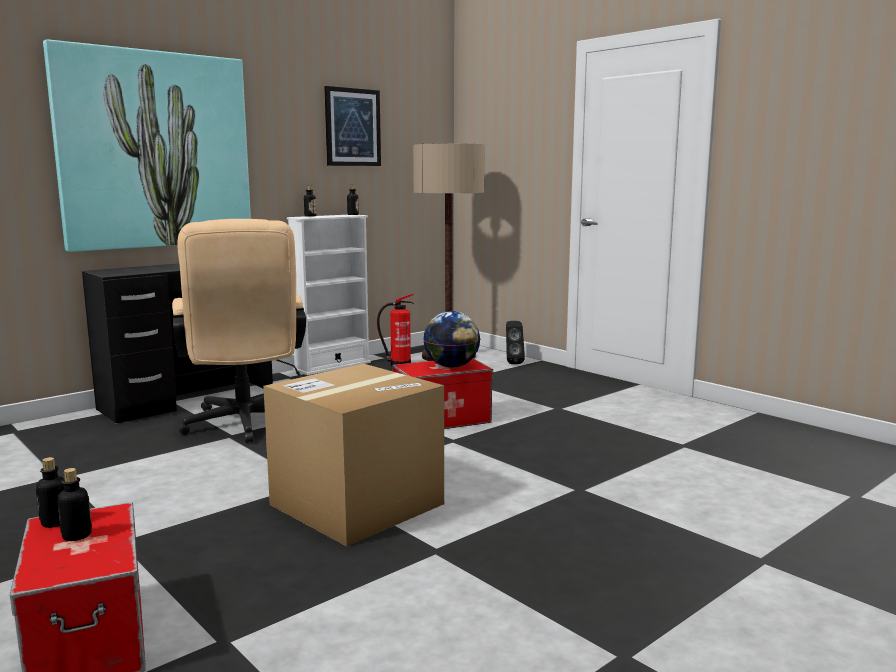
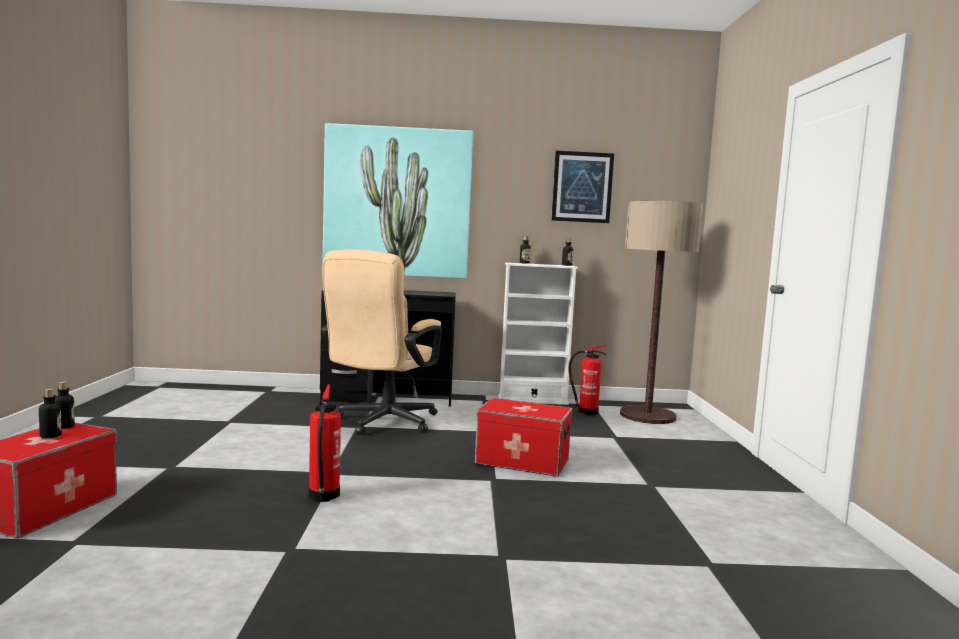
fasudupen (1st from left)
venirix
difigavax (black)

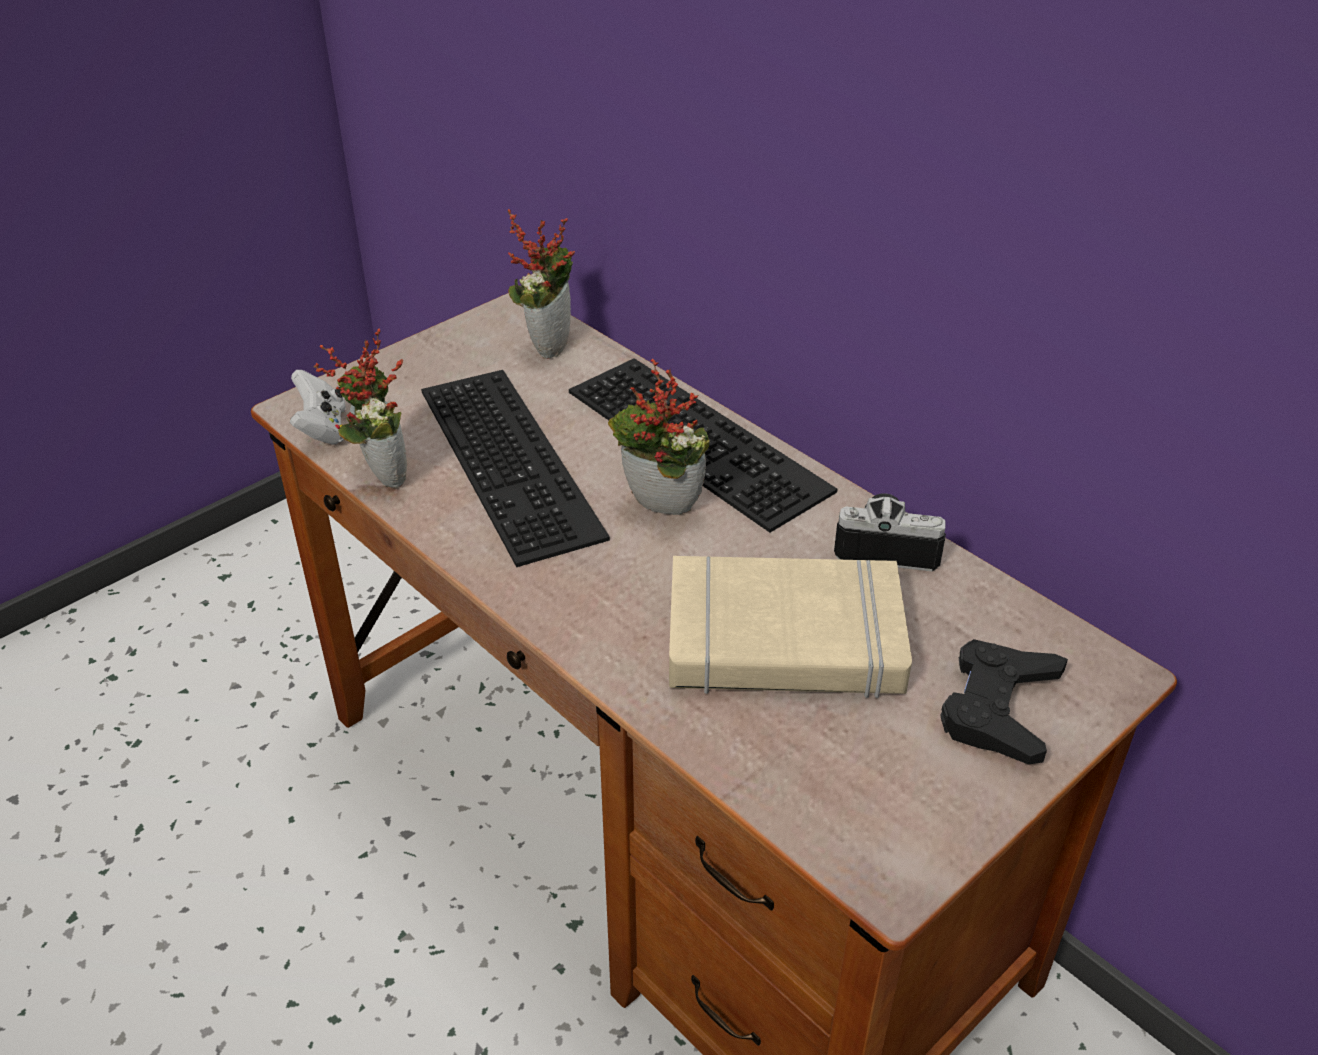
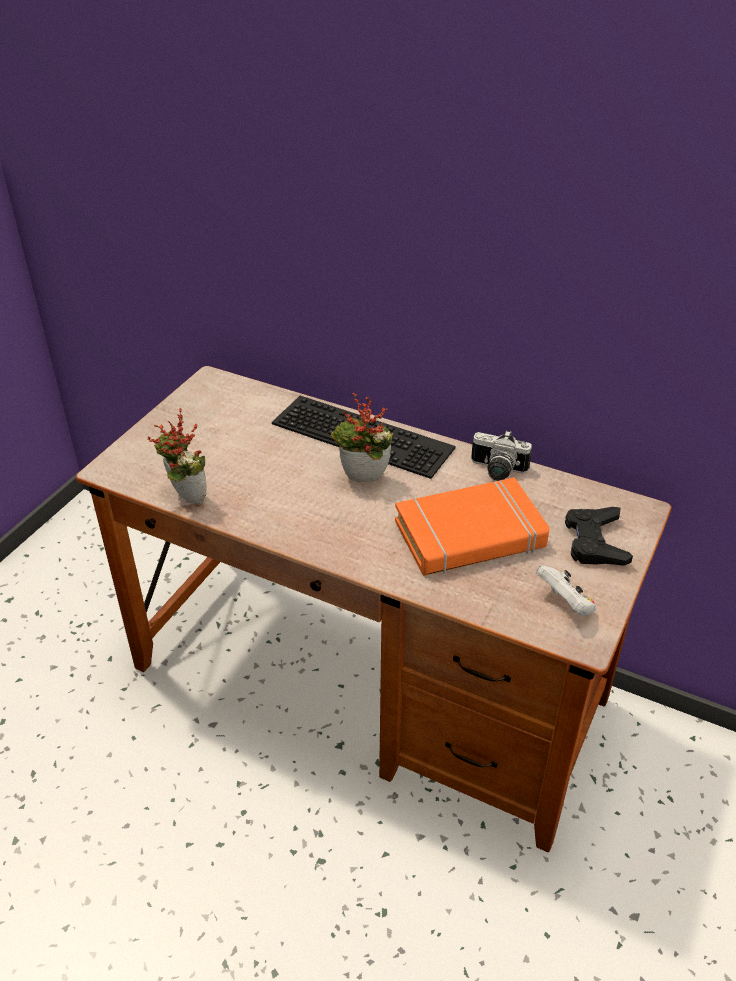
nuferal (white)
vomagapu (1st from left in the first image)
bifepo (2nd from left in the first image)
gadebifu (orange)
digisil

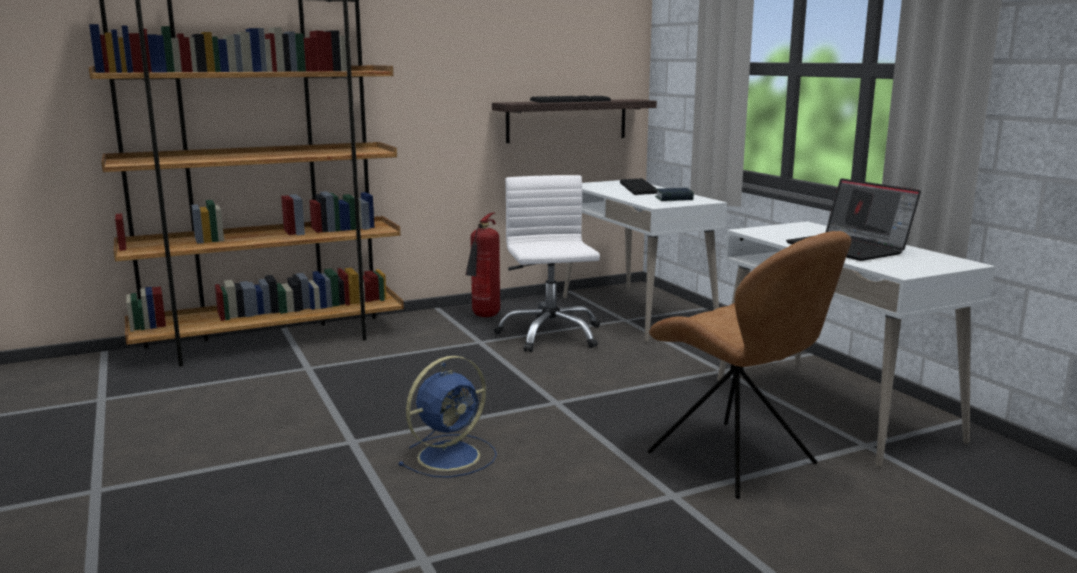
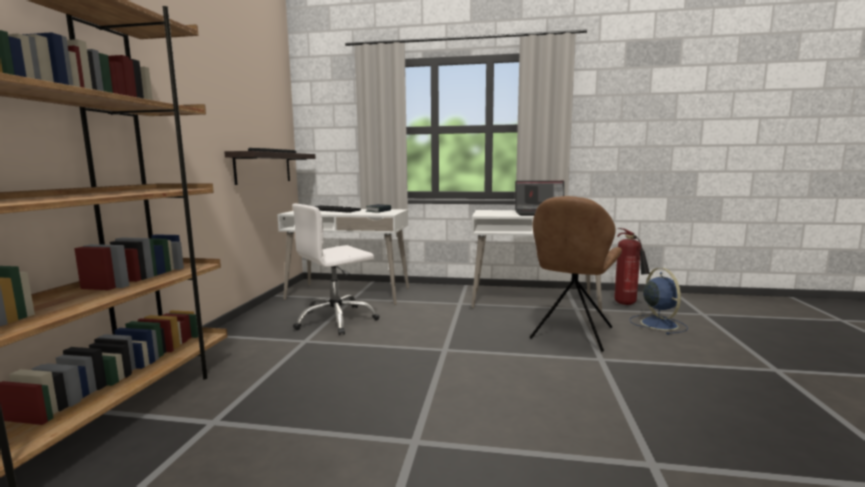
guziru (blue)
fasudupen
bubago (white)
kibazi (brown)

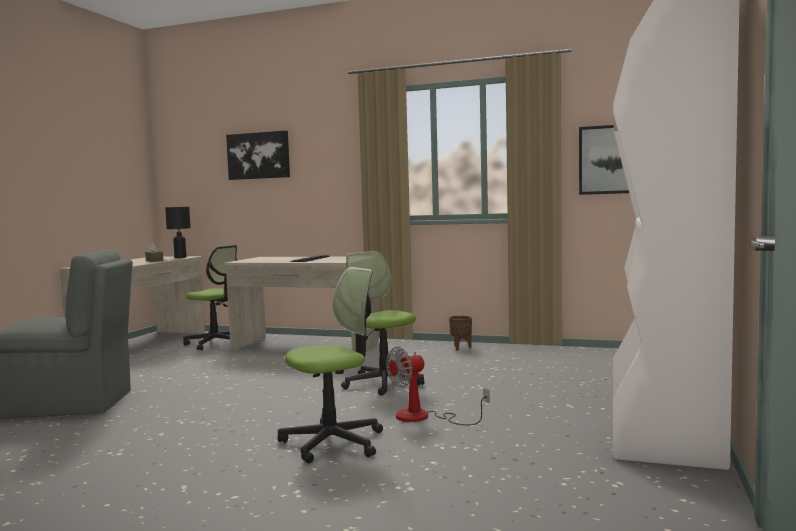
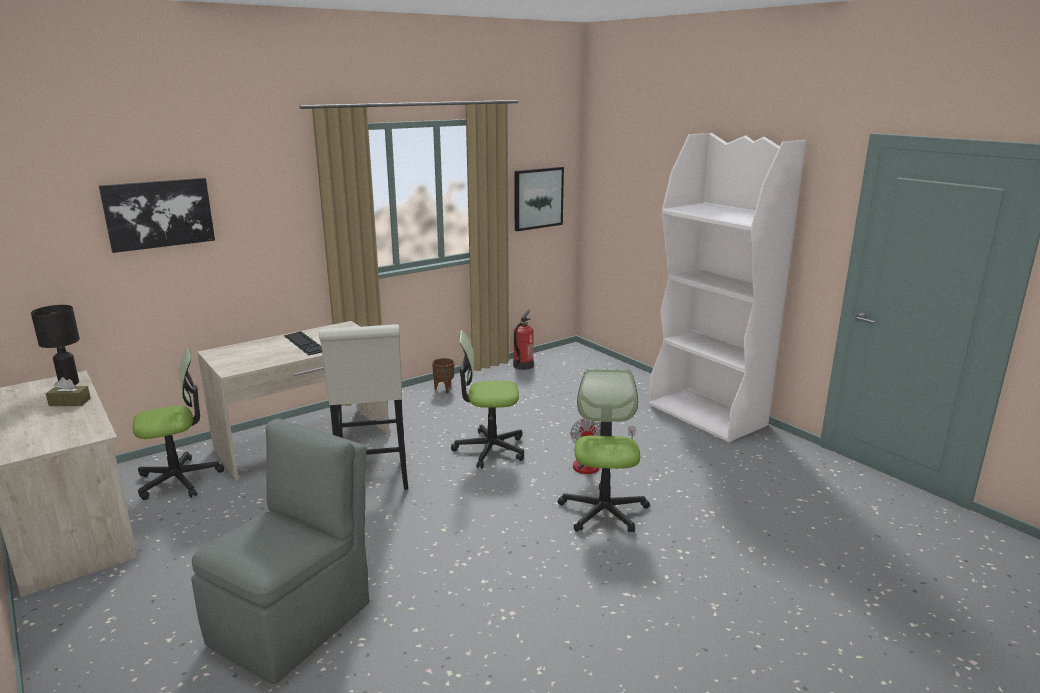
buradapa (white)
fasudupen

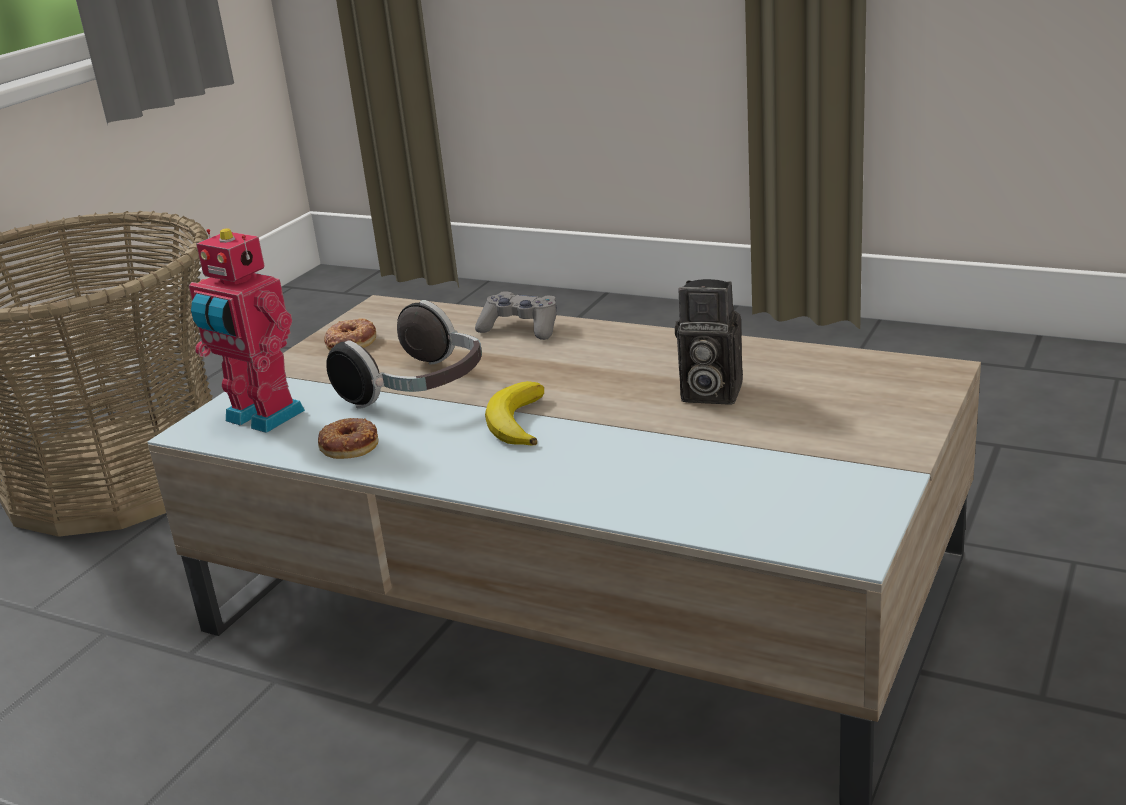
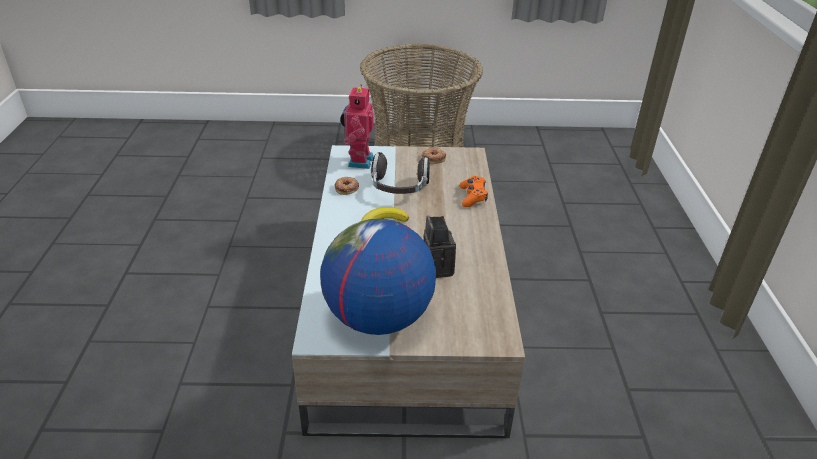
nuferal (orange)
venirix

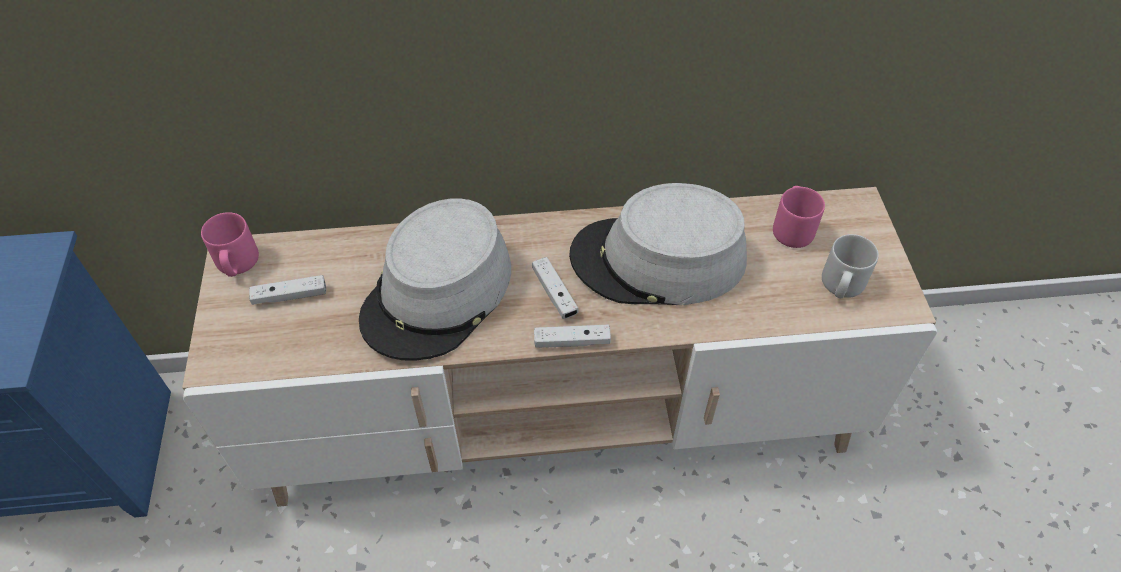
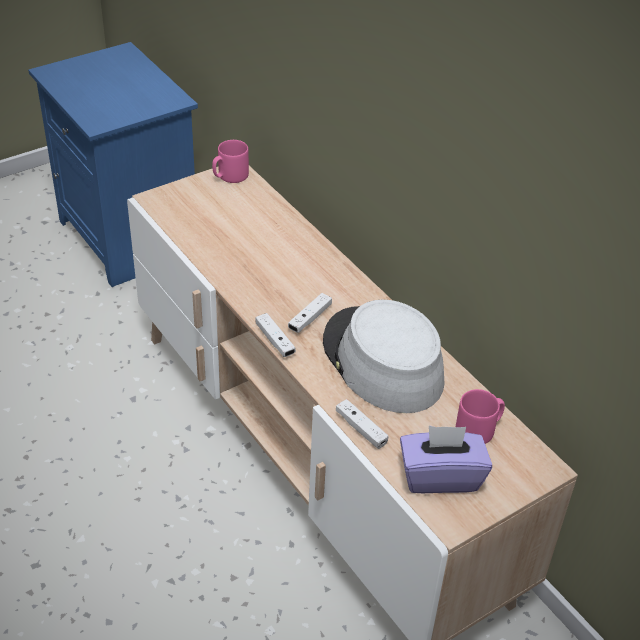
nuferal (white) (3rd from left)
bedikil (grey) (1st from left in the first image)
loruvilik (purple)

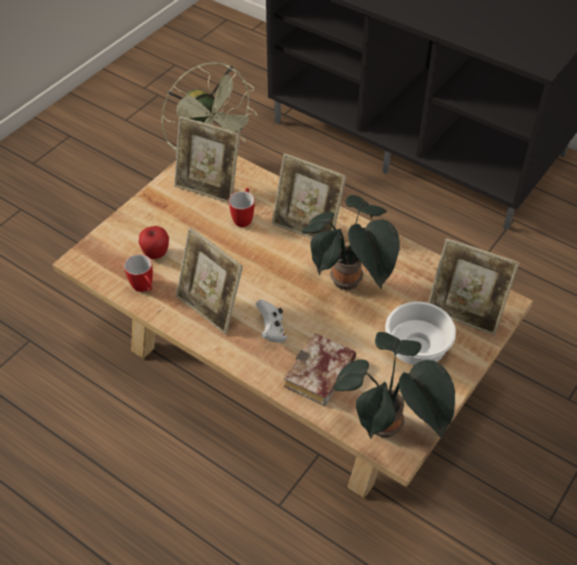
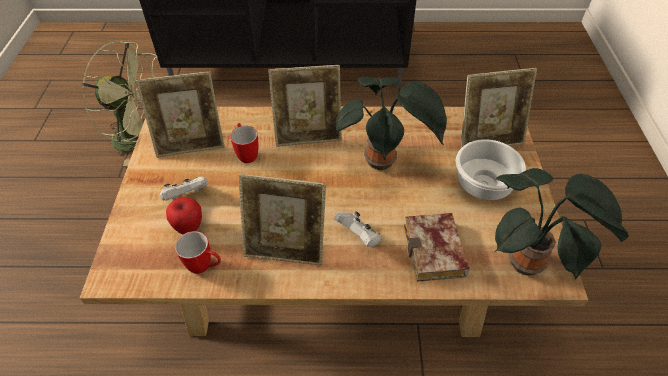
nuferal (white) (1st from left)

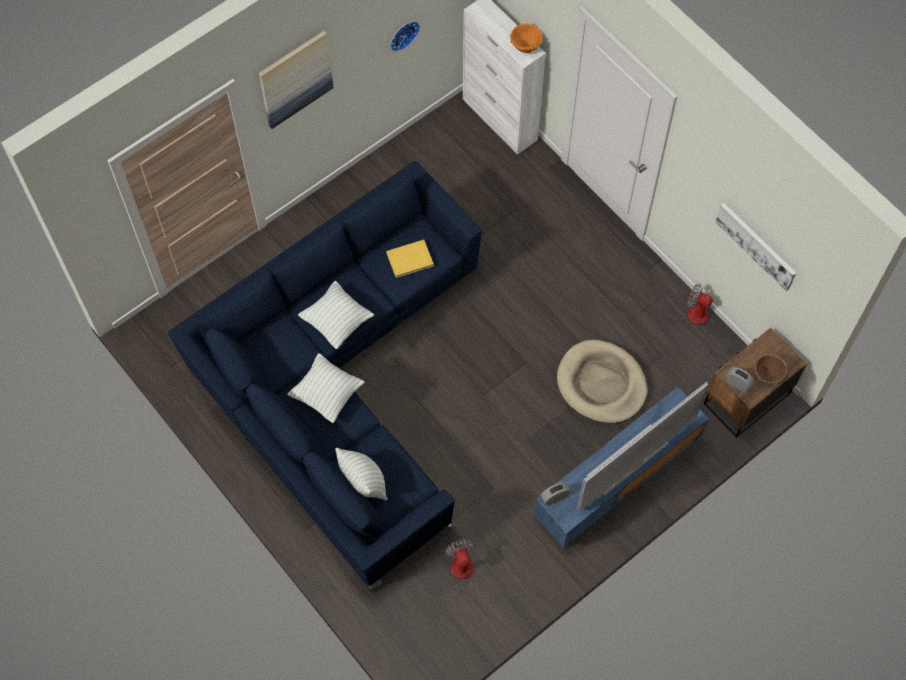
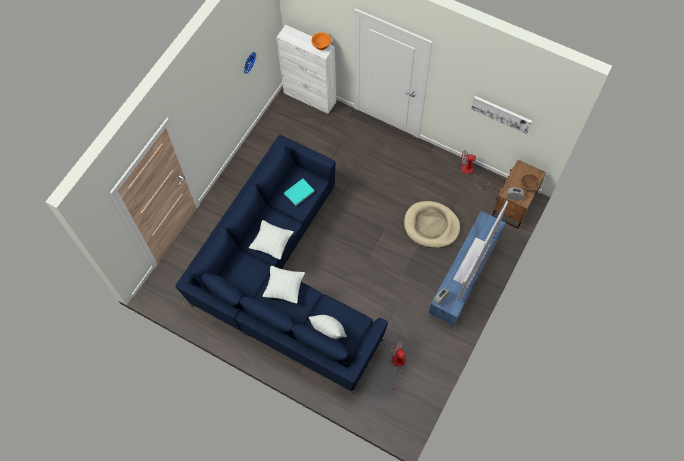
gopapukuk (1st from left in the first image)
gadebifu (turquoise)

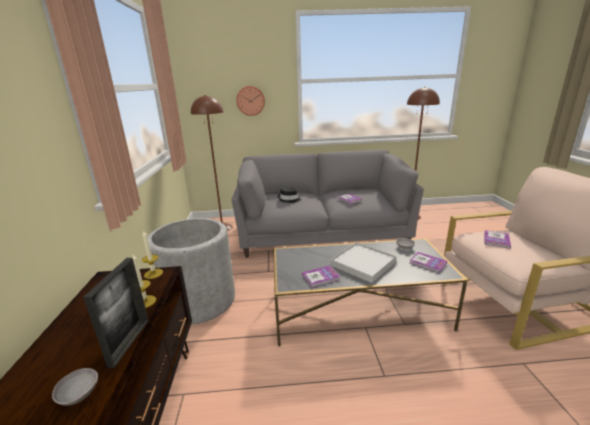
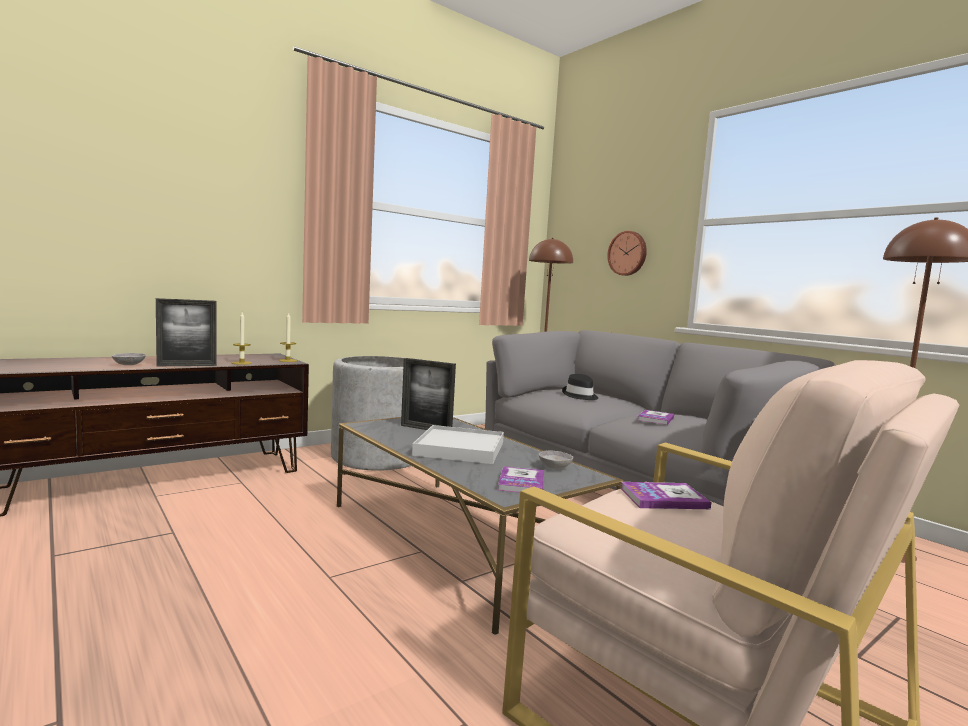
gadebifu (1st from left in the first image)
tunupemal (2nd from left)

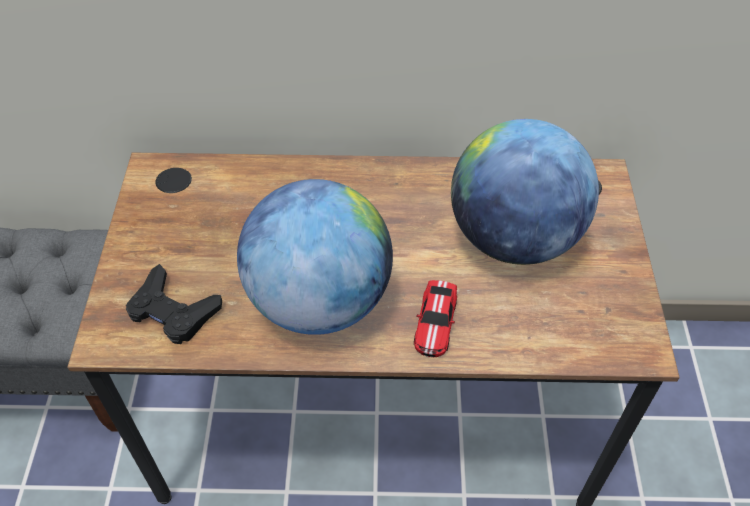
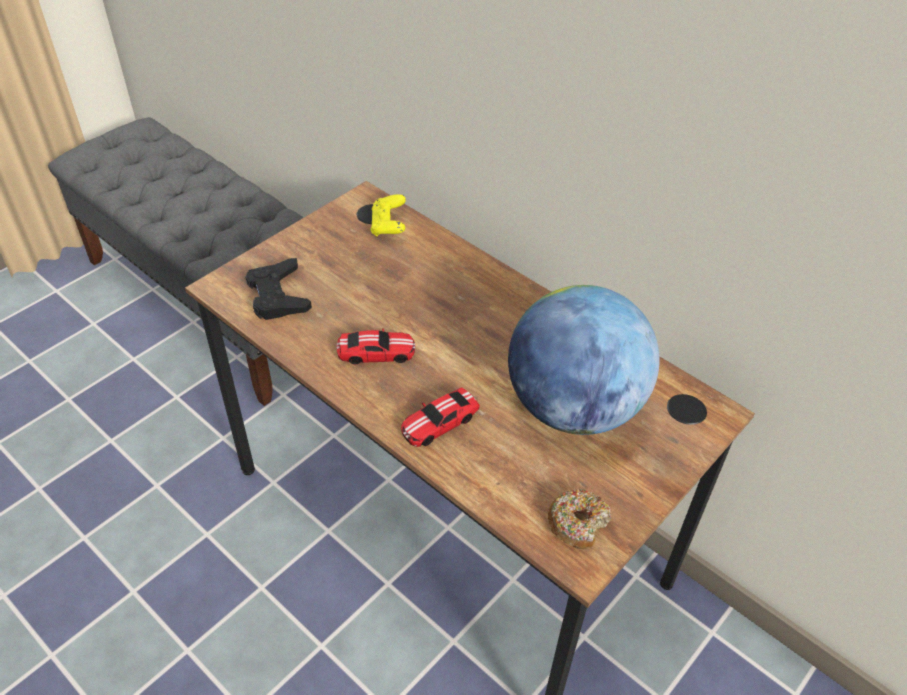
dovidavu (1st from left)
nuferal (yellow)
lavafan

